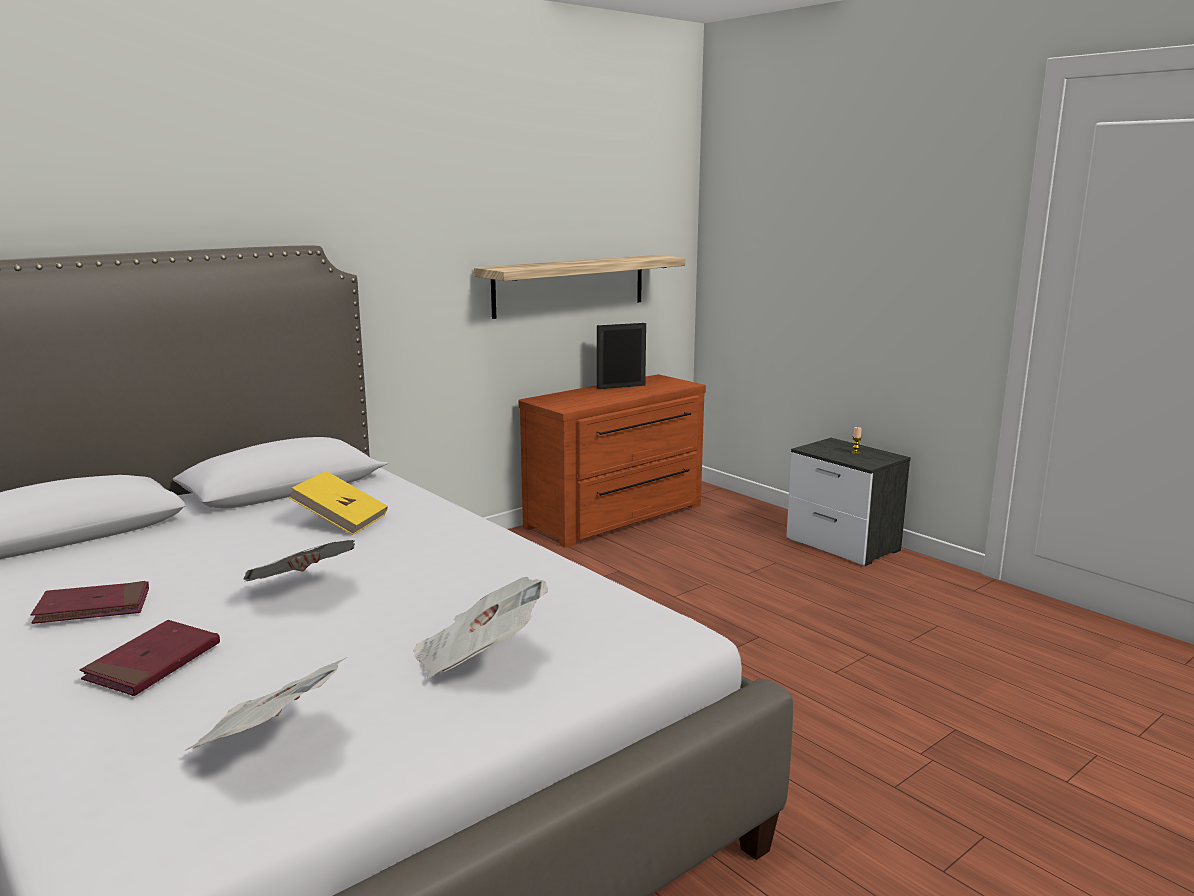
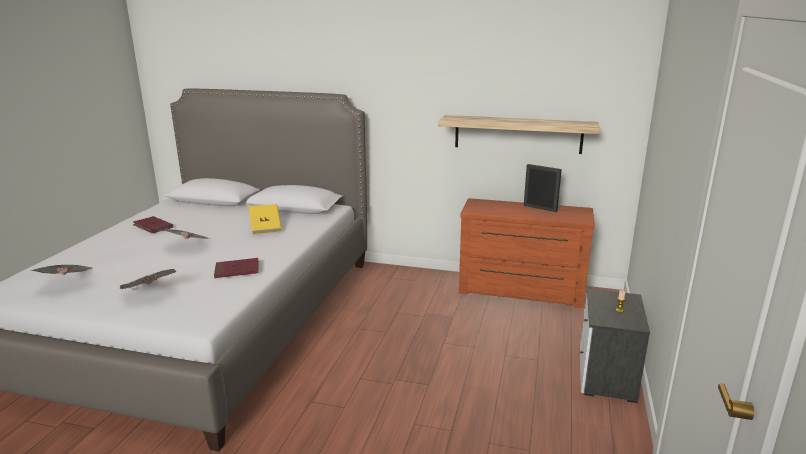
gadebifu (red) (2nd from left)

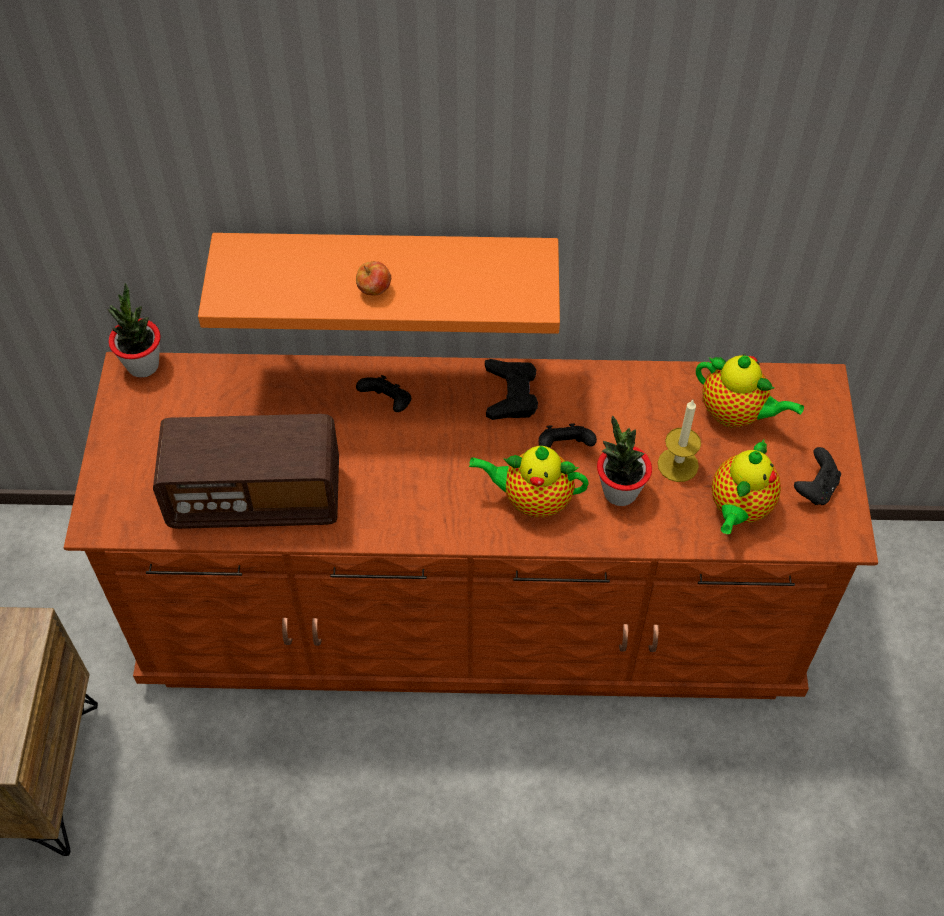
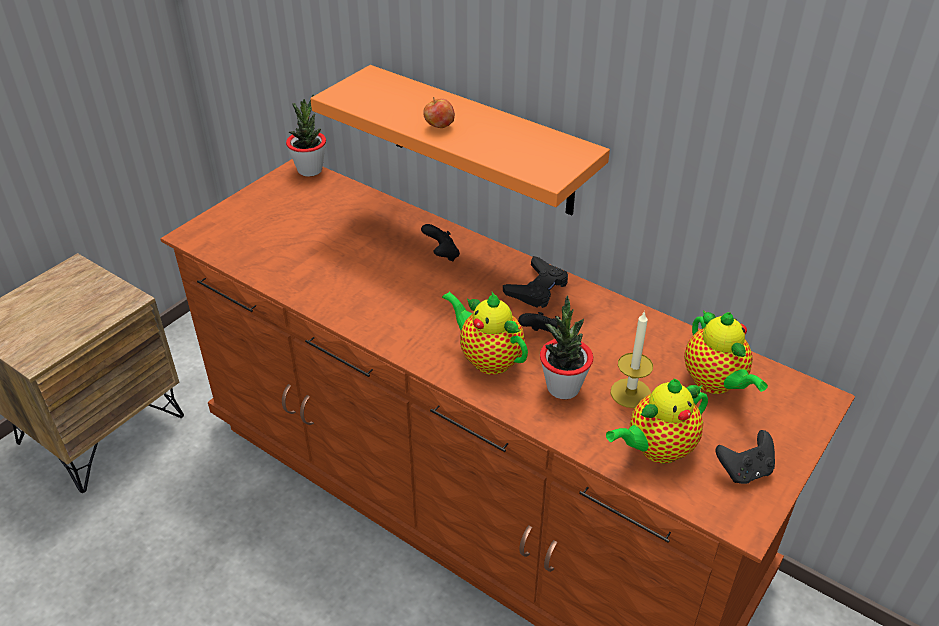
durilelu

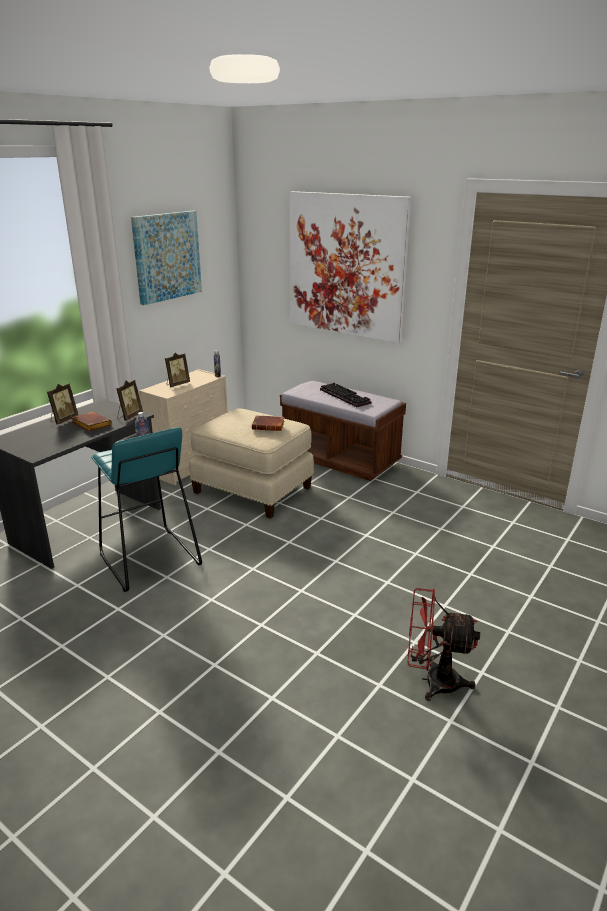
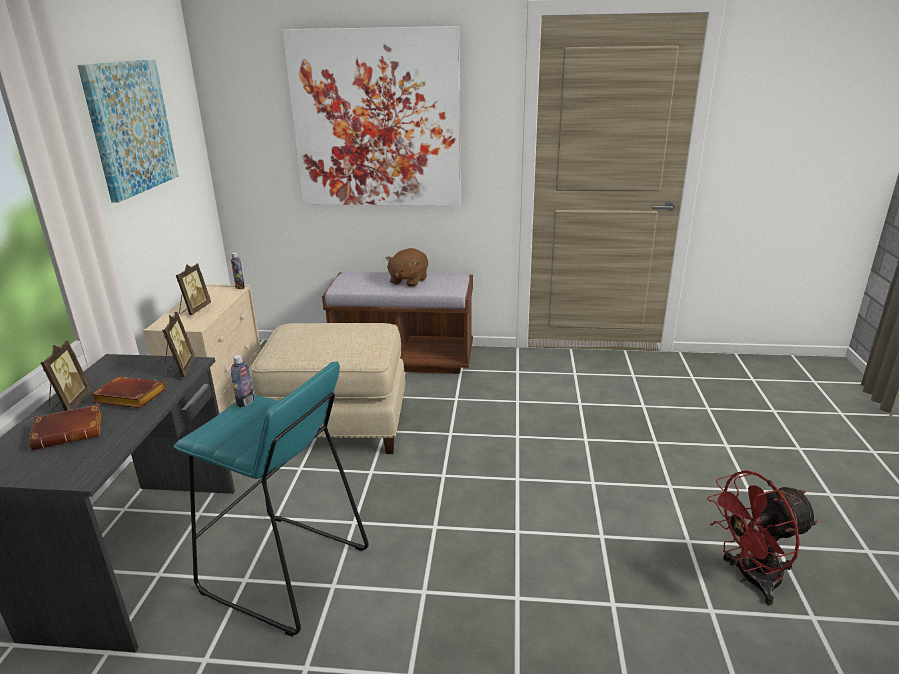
gadebifu (brown) (1st from left)
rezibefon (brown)

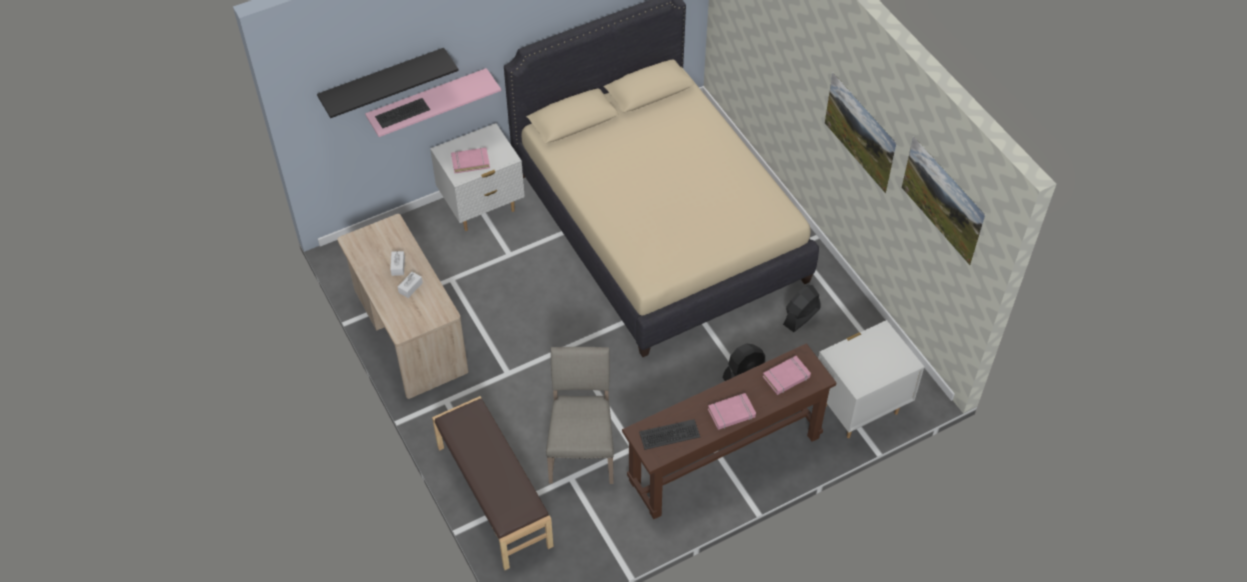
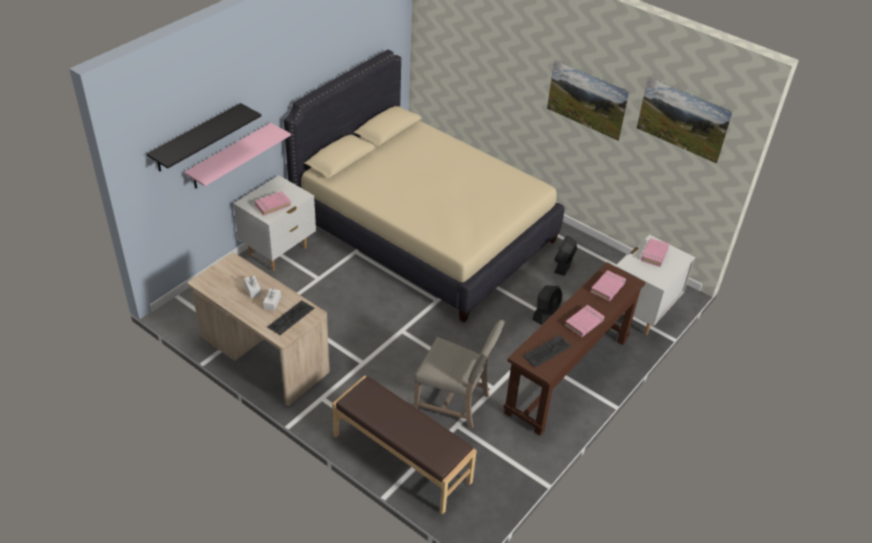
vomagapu (1st from left)
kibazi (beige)
gadebifu (pink) (4th from left)

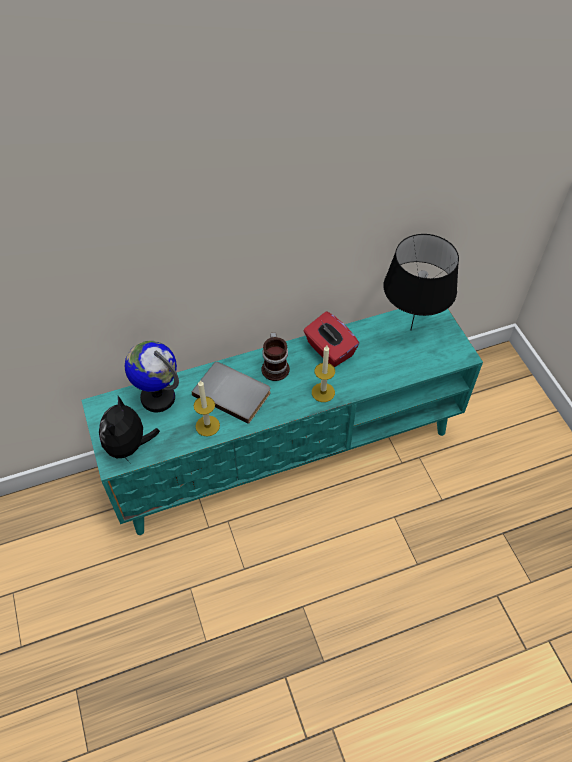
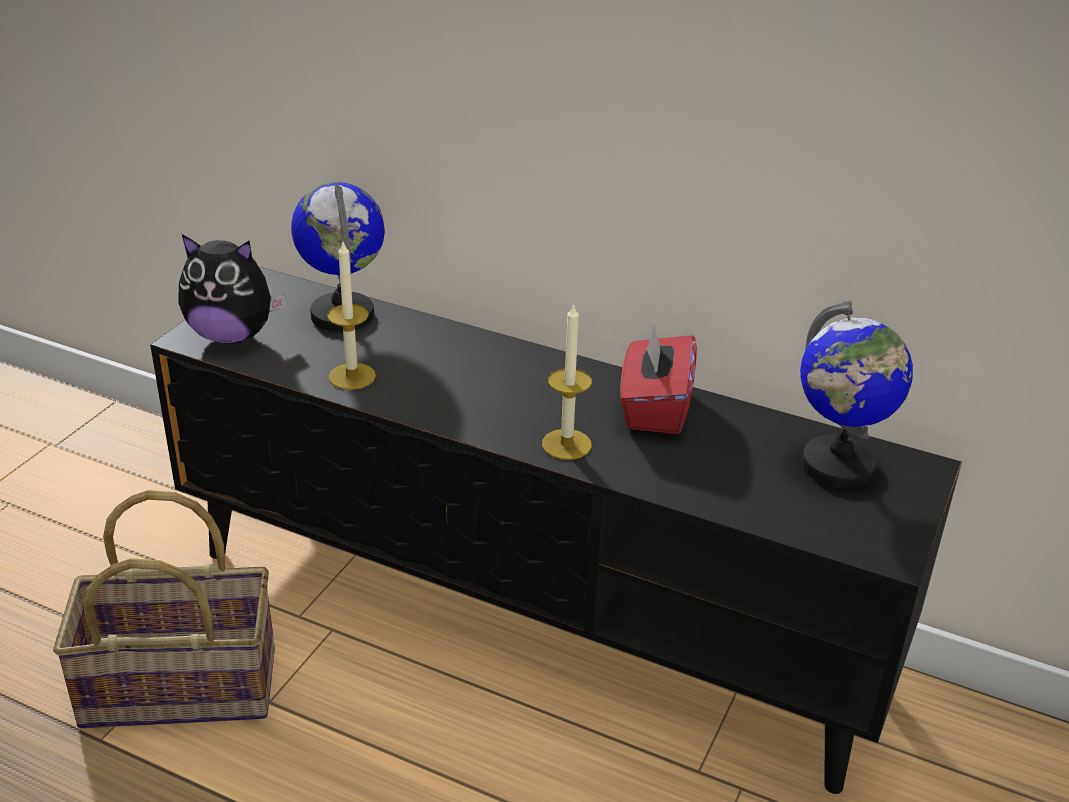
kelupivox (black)
rezibefon
gadebifu (grey)
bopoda
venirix (2nd from left)
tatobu

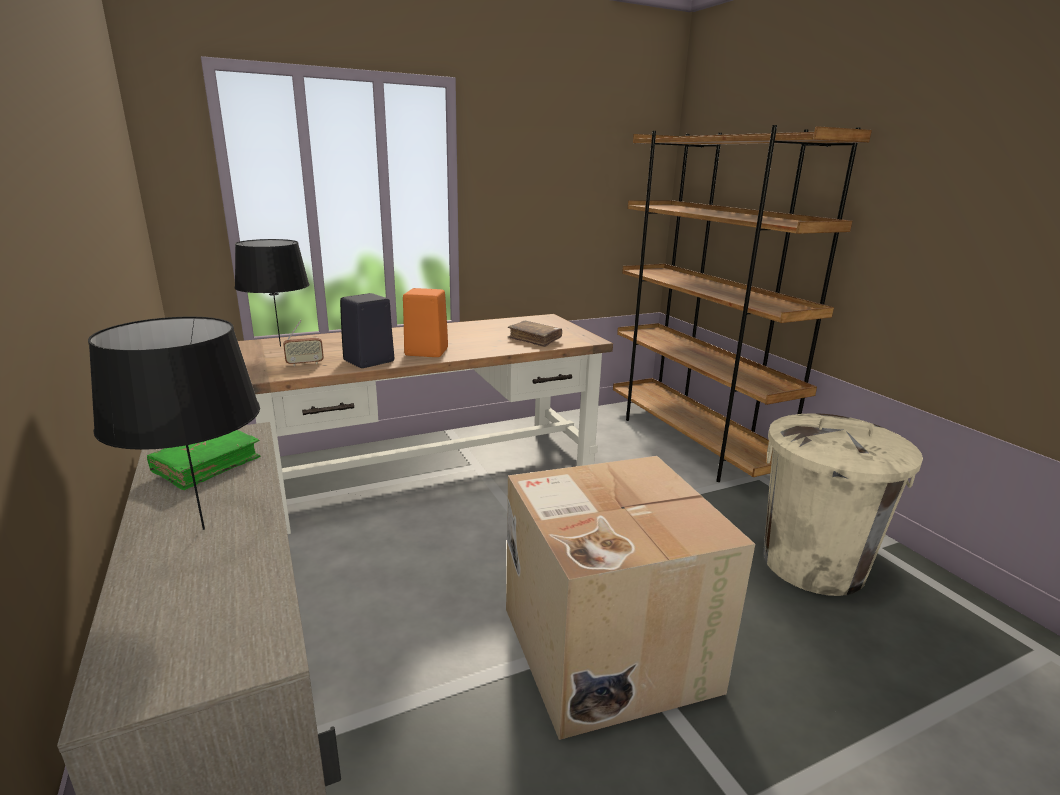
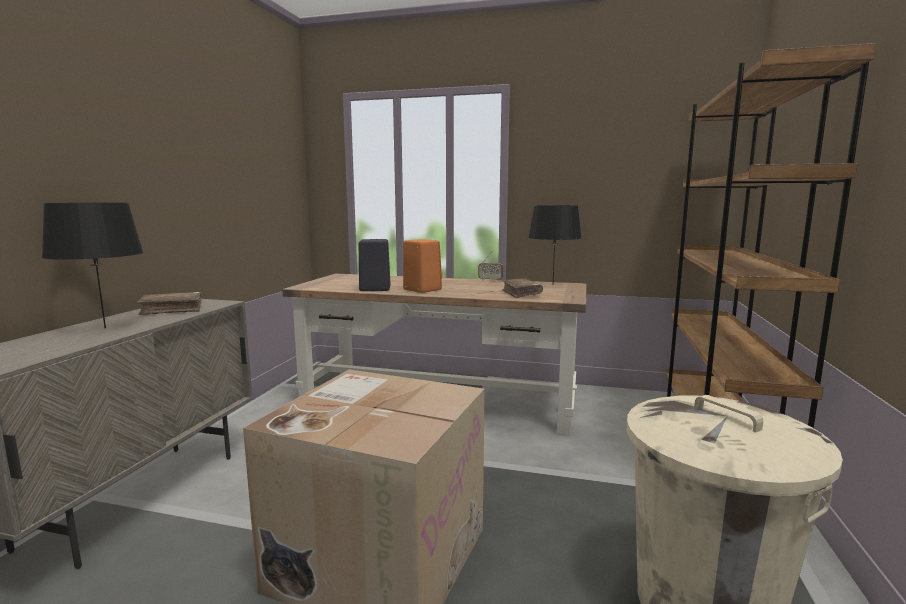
gadebifu (brown) (1st from left)
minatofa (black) (2nd from left)
durilelu

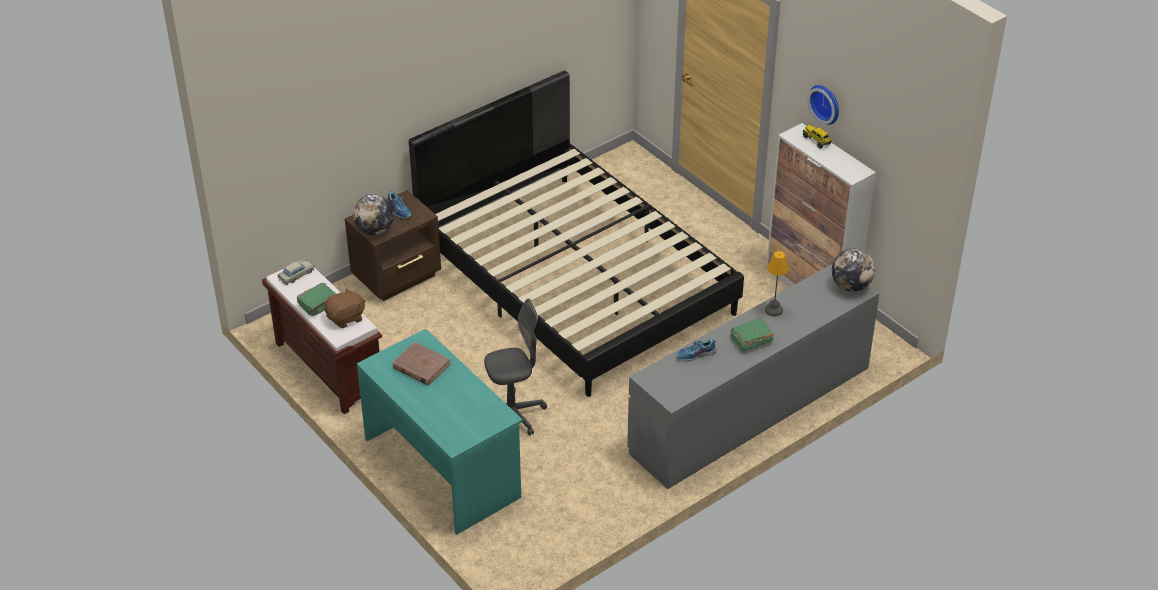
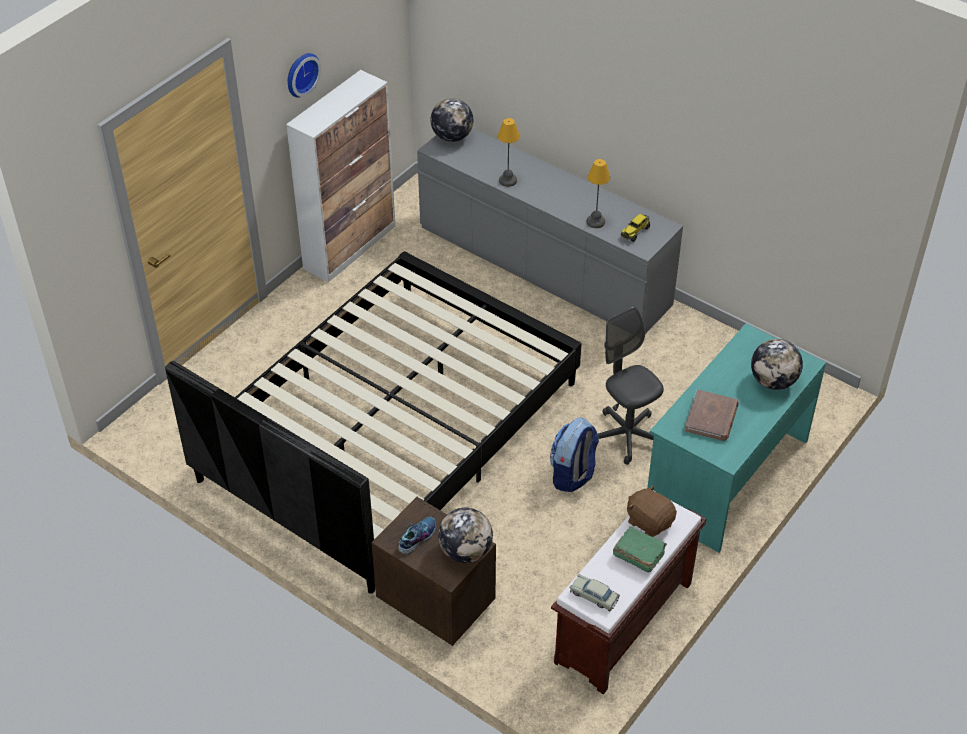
minatofa (2nd from left)
gadebifu (green) (2nd from left in the first image)
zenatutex
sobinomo
venirix (3rd from left)

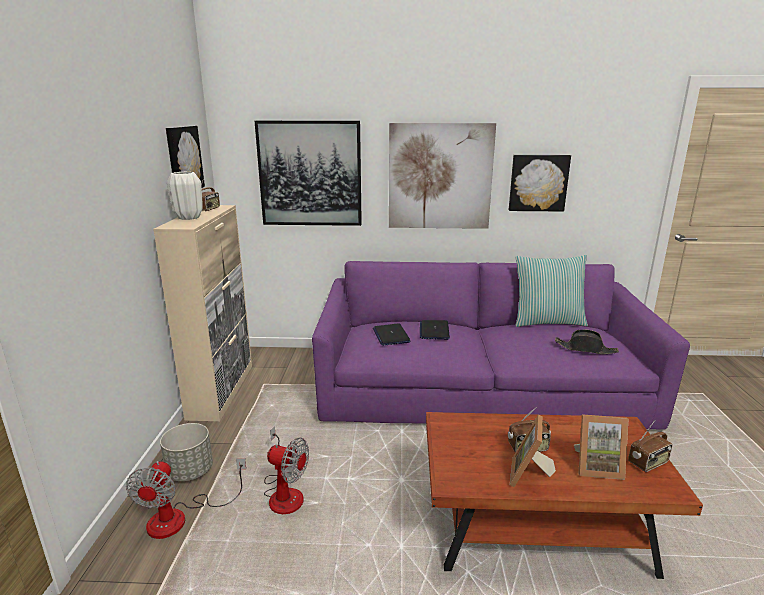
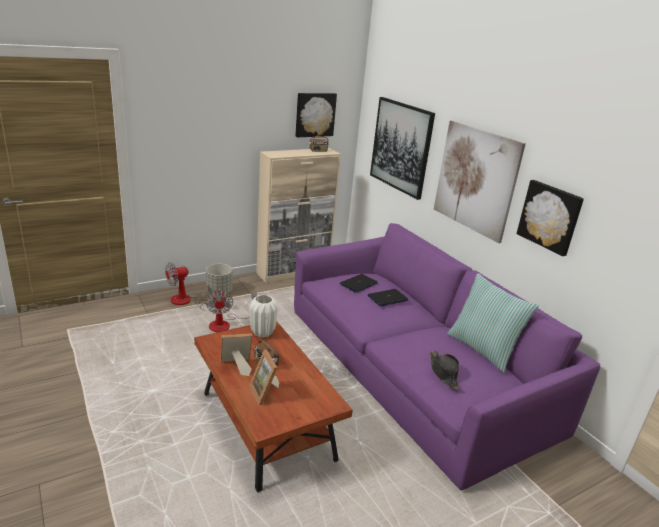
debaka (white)
durilelu (3rd from left in the first image)

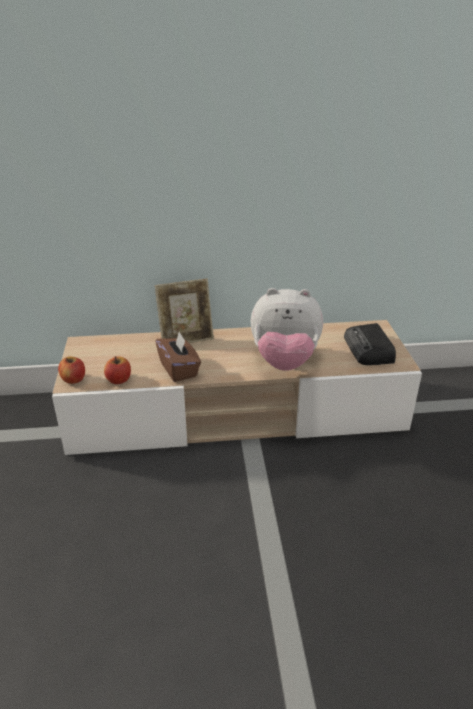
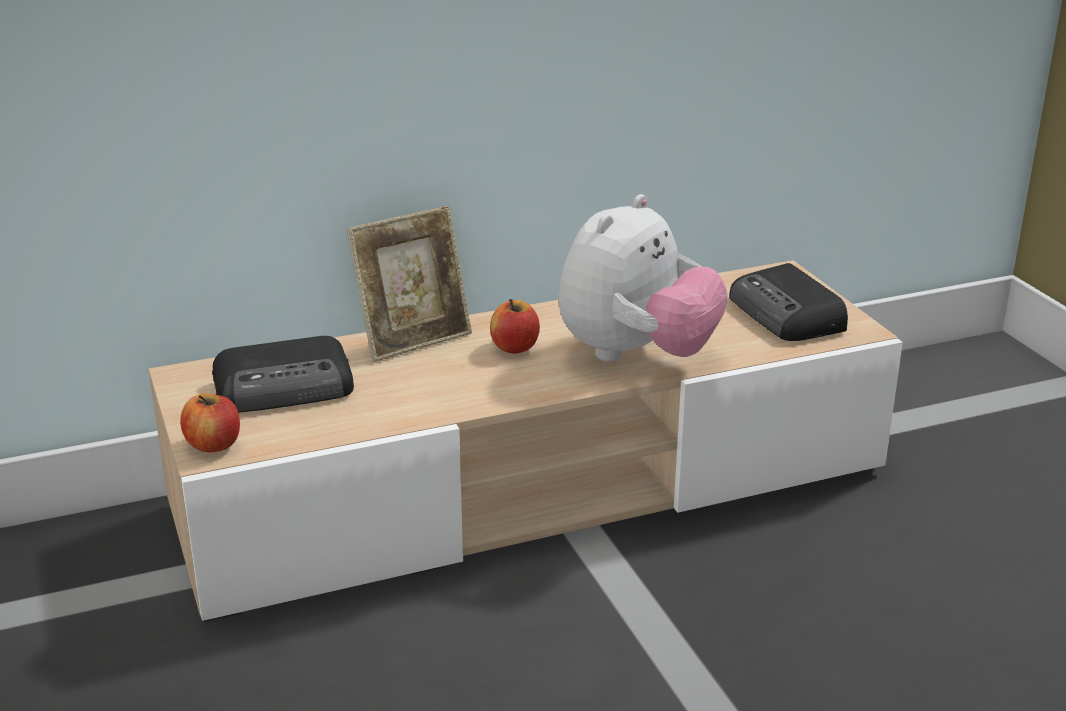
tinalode (2nd from left)
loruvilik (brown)
rezibefon
durilelu (1st from left)

